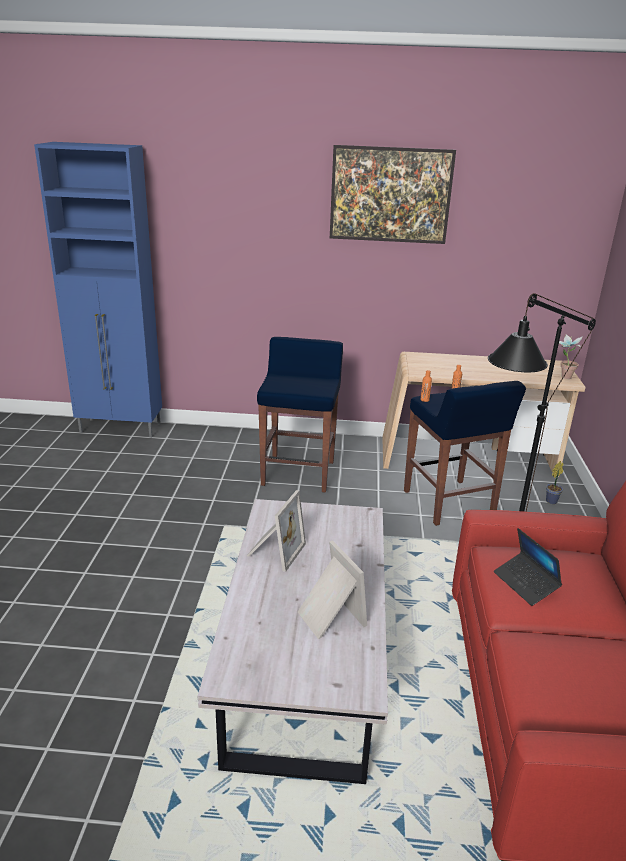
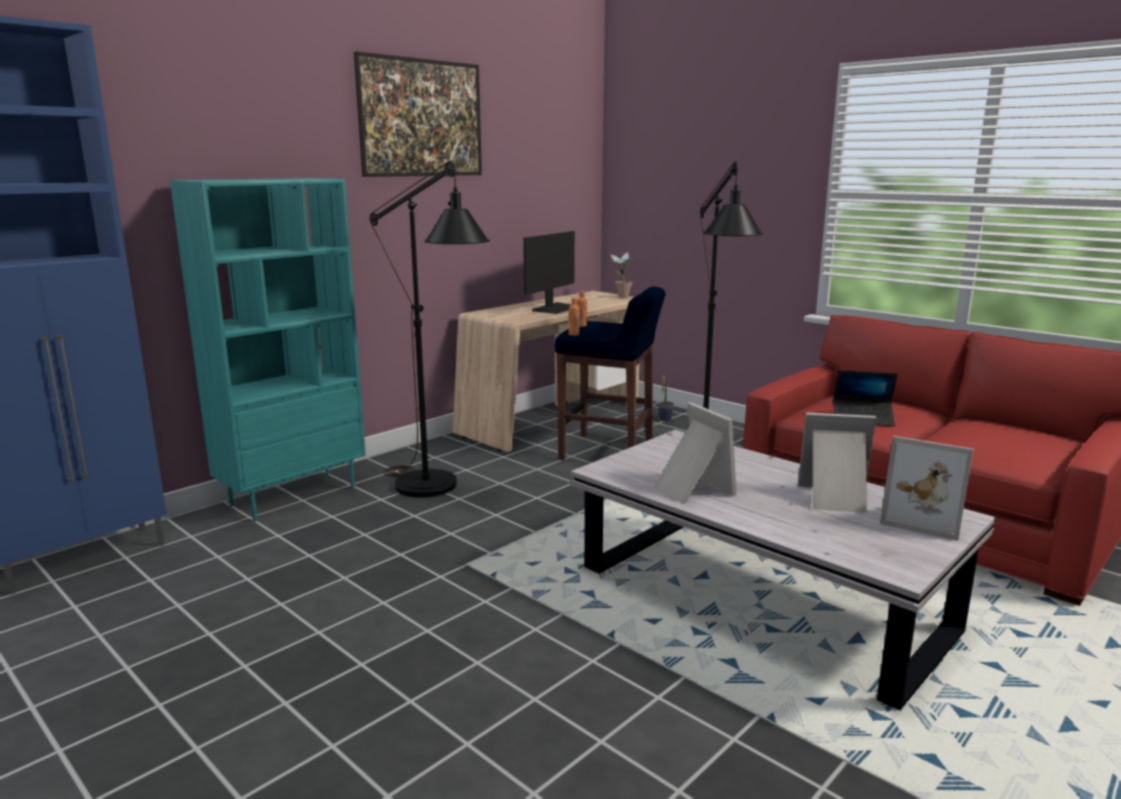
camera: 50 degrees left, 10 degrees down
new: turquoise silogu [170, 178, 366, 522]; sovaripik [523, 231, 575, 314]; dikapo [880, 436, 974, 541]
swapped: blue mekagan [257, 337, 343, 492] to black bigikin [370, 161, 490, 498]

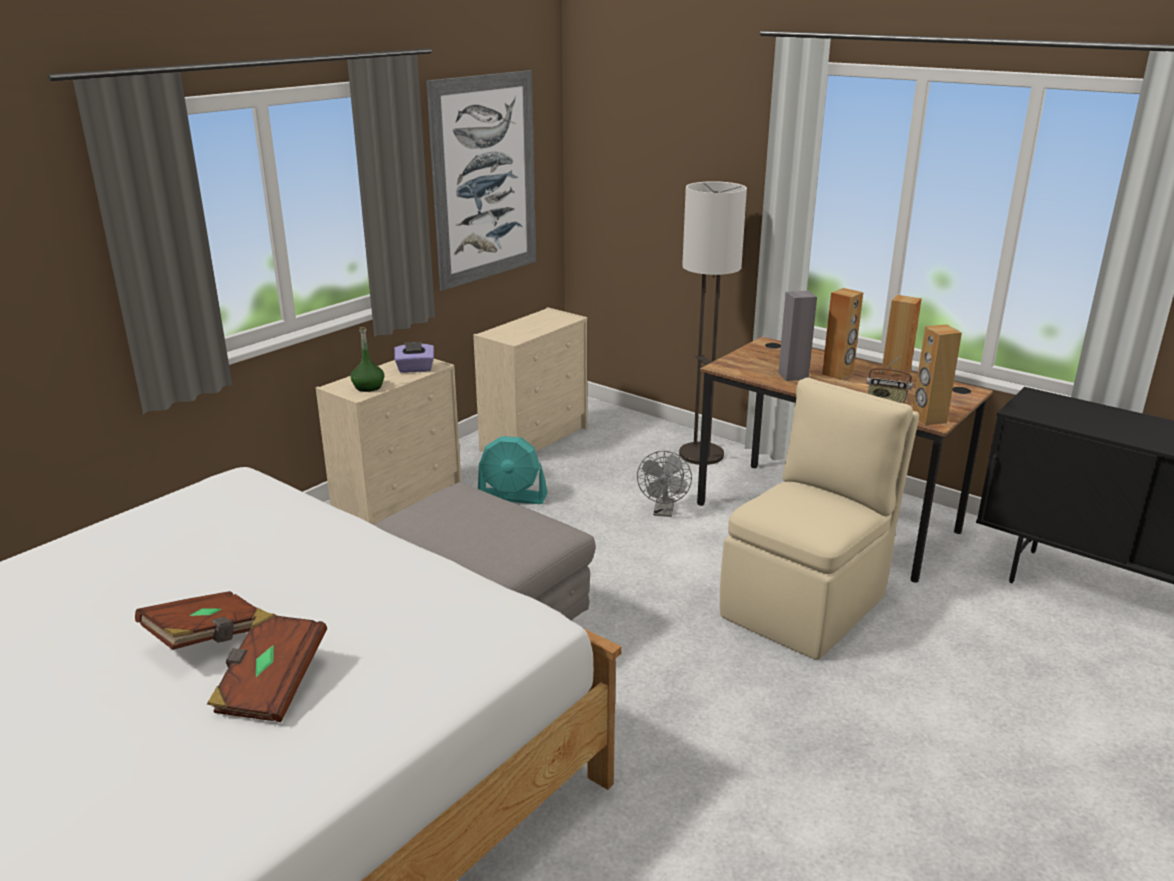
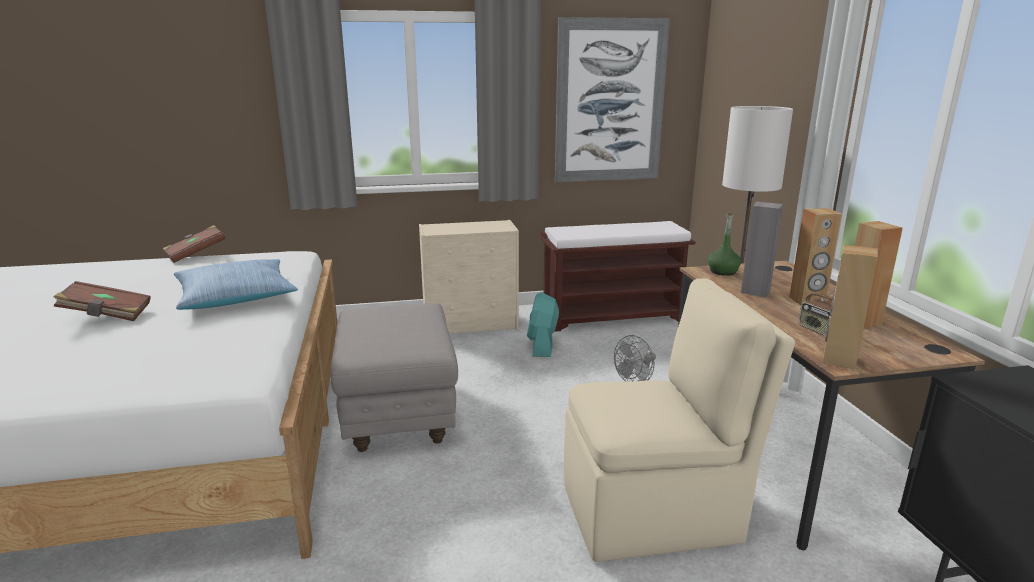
camera: 40 degrees right, 5 degrees down
gone: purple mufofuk [394, 342, 434, 373]
new: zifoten [174, 259, 298, 310]
shifted: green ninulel [351, 327, 385, 392] to [708, 213, 741, 276]; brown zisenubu [207, 611, 327, 722] to [163, 225, 226, 263]
swapped: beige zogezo [473, 307, 587, 452] to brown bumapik [540, 221, 696, 332]
rotated: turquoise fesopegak [478, 436, 548, 504] = [527, 292, 559, 357] 45 degrees clockwise

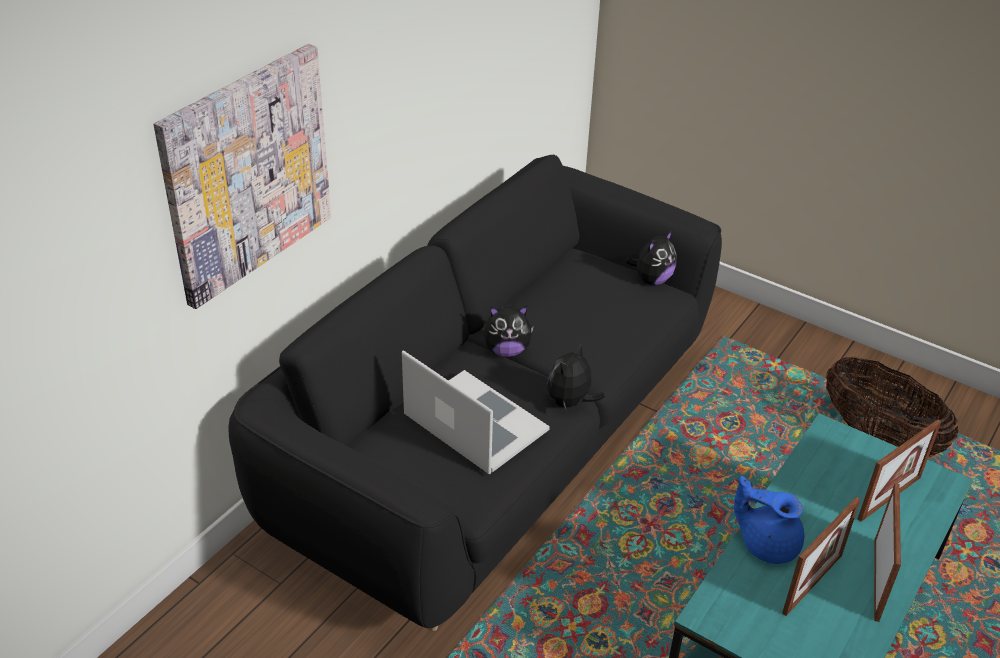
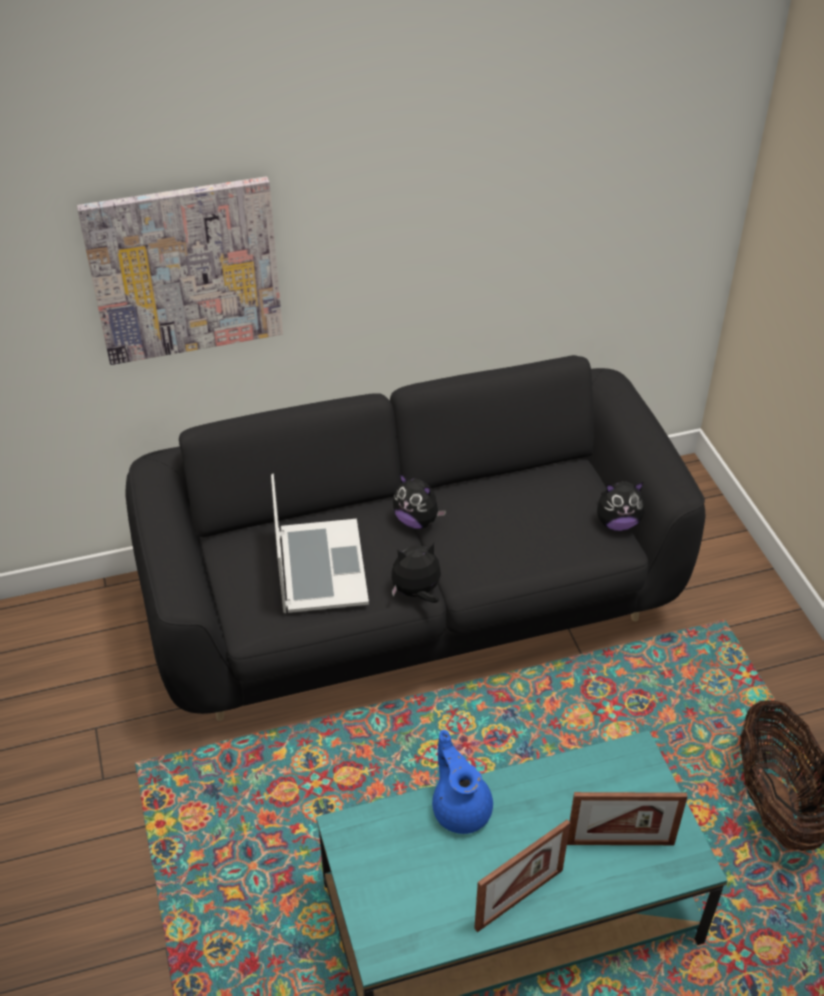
camera: 40 degrees right, 5 degrees up
gone: dikapo [782, 496, 861, 616]

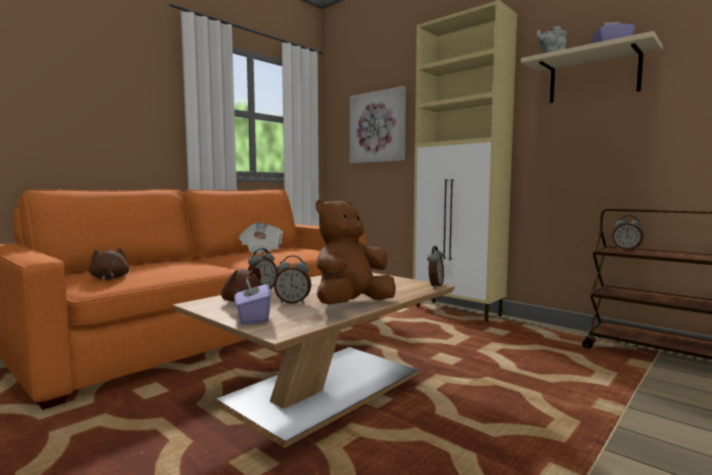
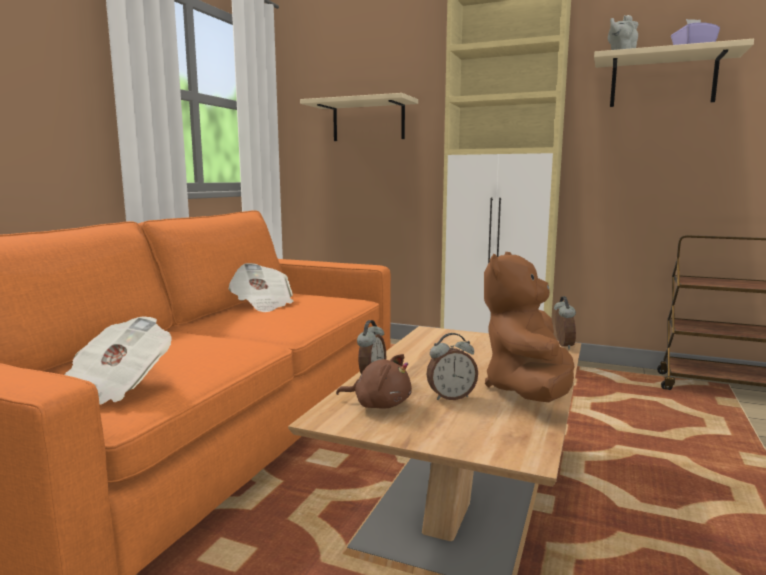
camera: 20 degrees left, 5 degrees up
gone: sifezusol [612, 215, 644, 250]; purple mufofuk [235, 278, 271, 324]
swapped: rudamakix [350, 86, 406, 163] to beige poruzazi [300, 93, 418, 141]; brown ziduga [89, 247, 129, 281] to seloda [64, 316, 172, 405]

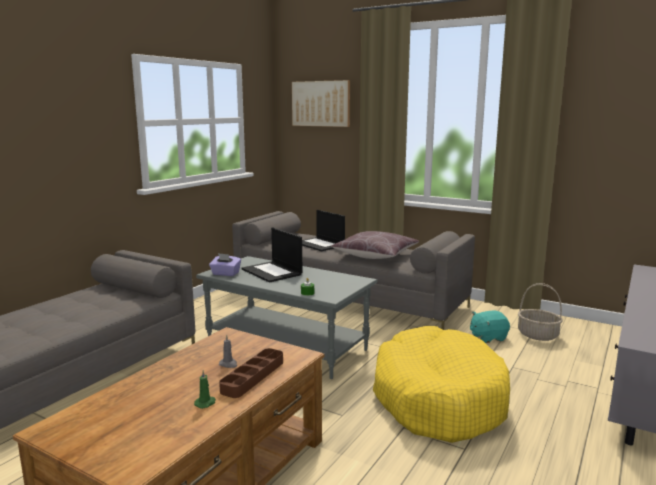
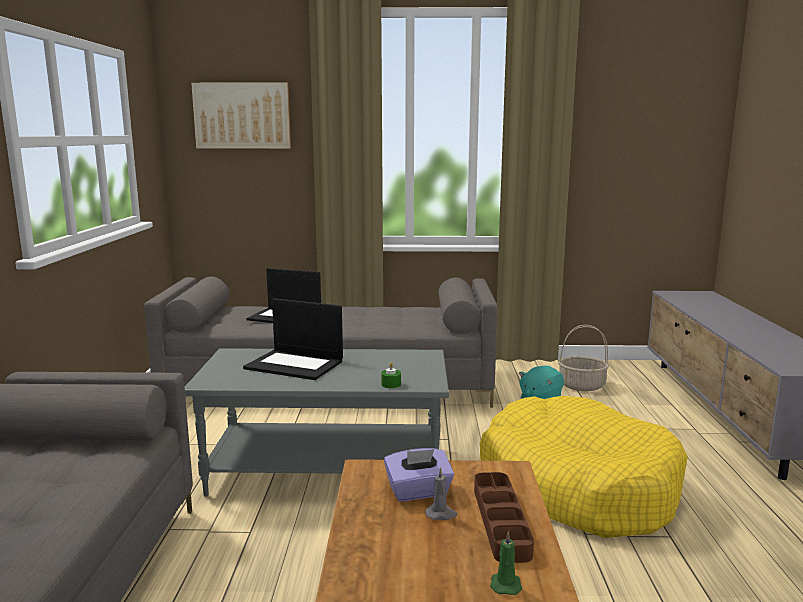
camera: 30 degrees left, 0 degrees up
gone: brown zifoten [331, 231, 419, 259]
shifted: purple mufofuk [209, 253, 241, 276] to [384, 448, 454, 501]

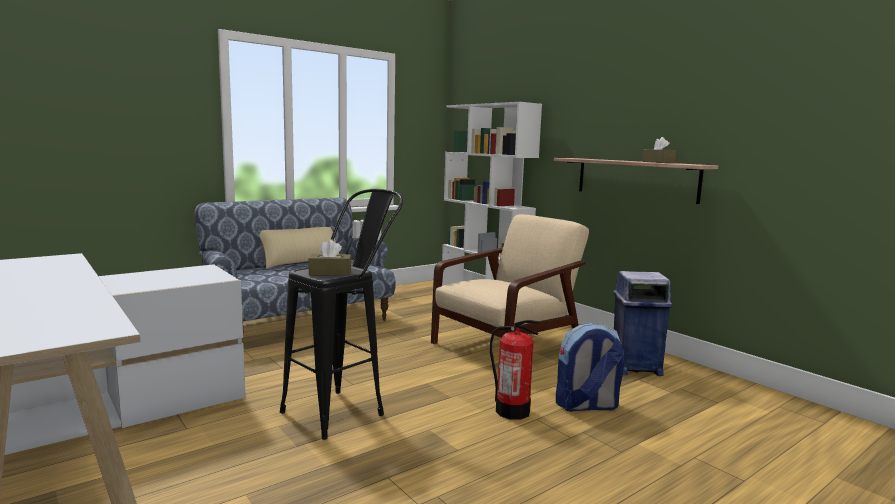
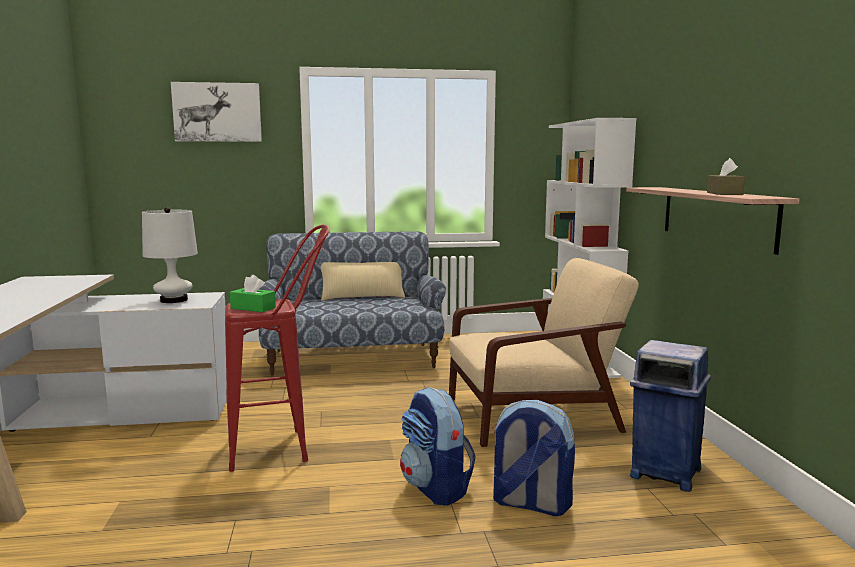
camera: 30 degrees right, 0 degrees up
new: rudamakix [171, 82, 262, 142]; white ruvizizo [142, 207, 198, 303]
swapped: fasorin [490, 320, 540, 420] to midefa [400, 387, 476, 506]
repainted: black mekagan [280, 189, 403, 440] to red mekagan [225, 224, 330, 472]; brown mufofuk [308, 239, 352, 276] to green mufofuk [230, 275, 276, 312]

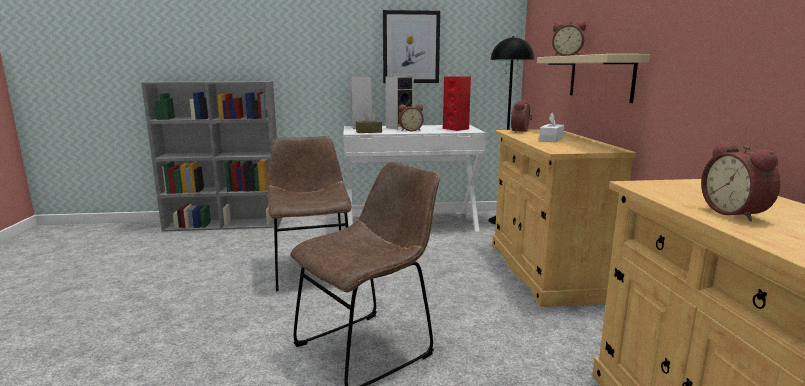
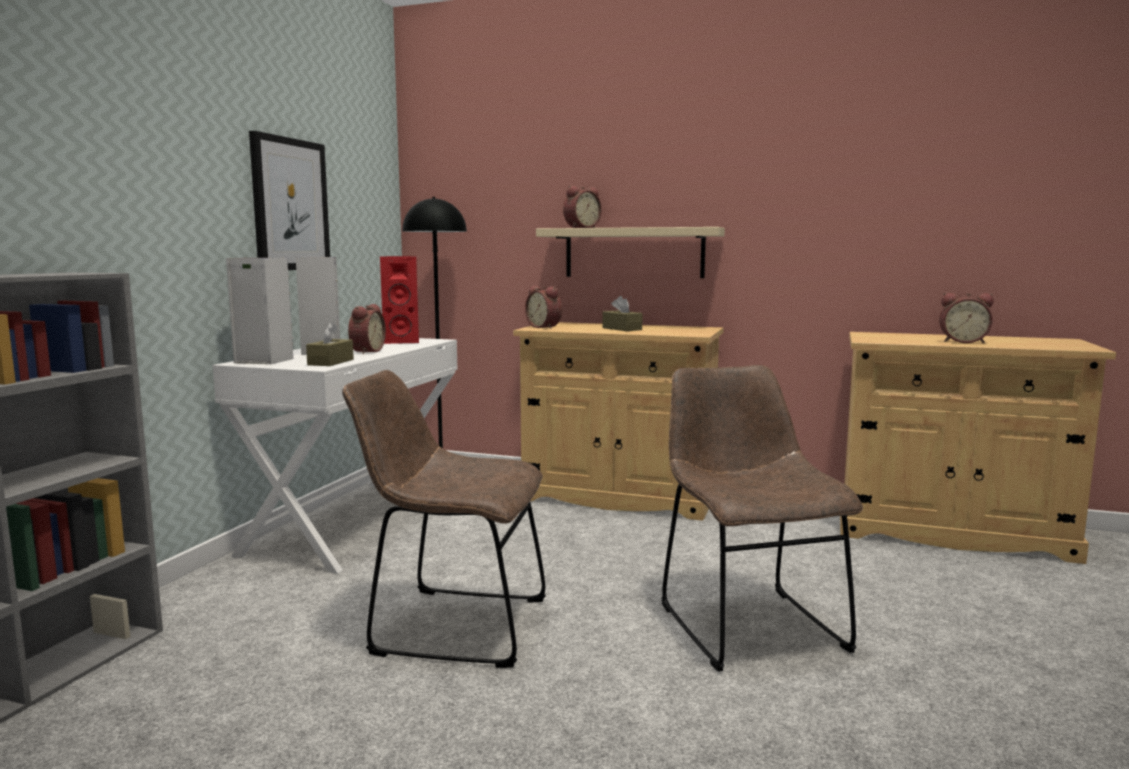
camera: 65 degrees left, 5 degrees down
repainted: white mufofuk [539, 113, 564, 142] to brown mufofuk [602, 296, 643, 331]

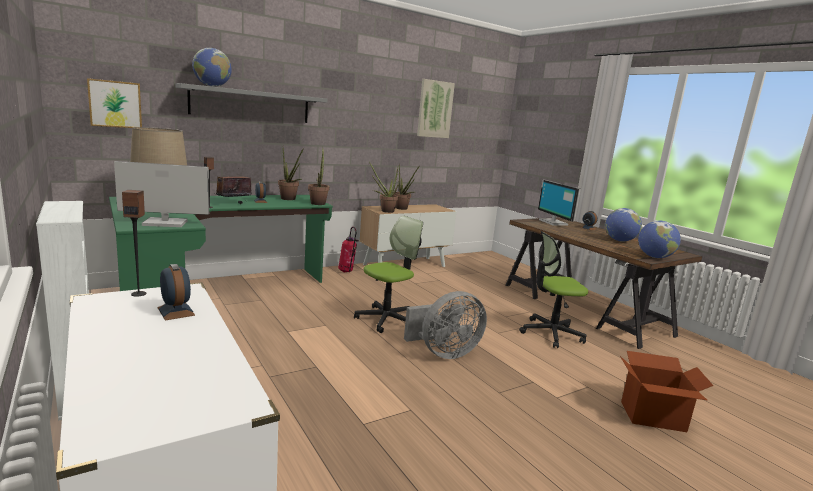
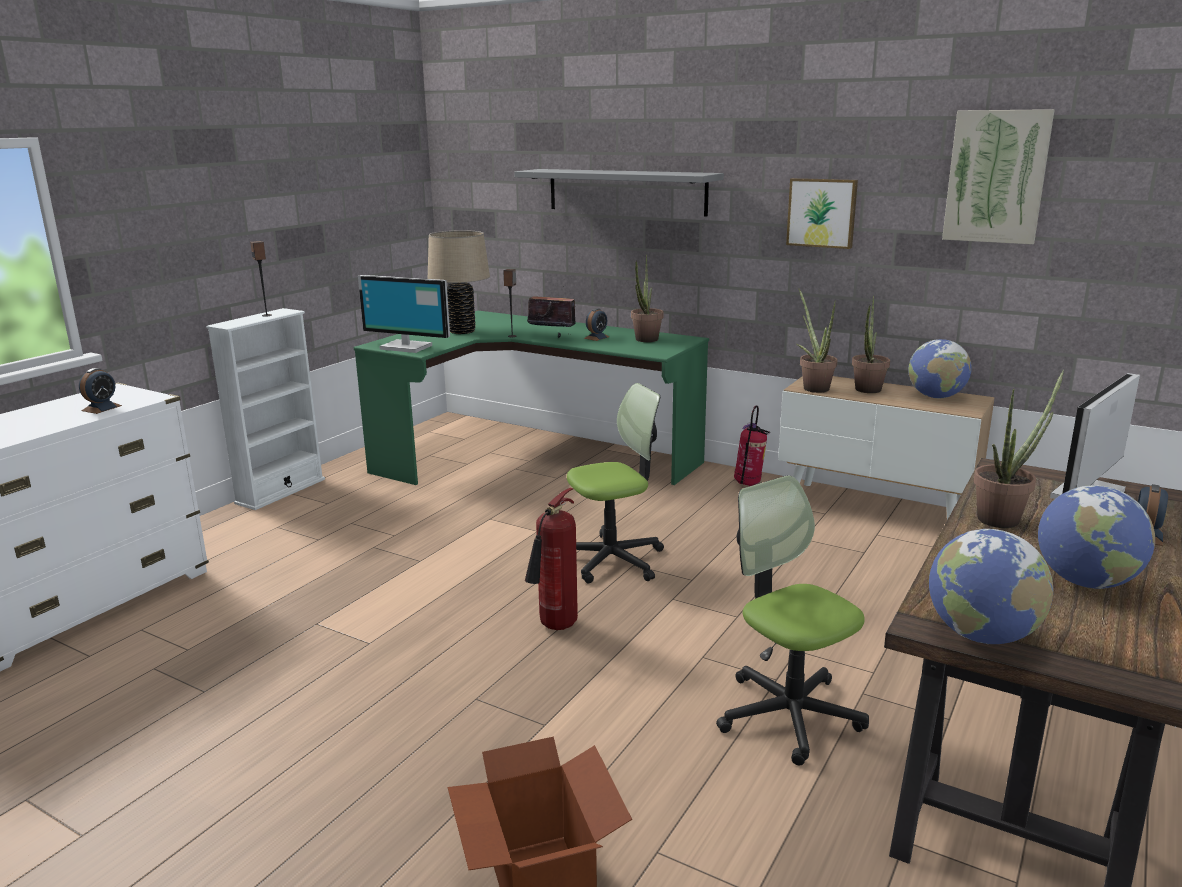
camera: 65 degrees right, 5 degrees up
shifted: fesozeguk [192, 48, 232, 87] to [908, 339, 972, 398]; rudamakix [87, 78, 142, 128] to [786, 178, 858, 249]; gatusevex [308, 147, 330, 205] to [973, 370, 1064, 528]; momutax [122, 190, 147, 297] to [250, 241, 272, 317]
swapped: grey fesopegak [404, 291, 487, 359] to fasorin [525, 488, 578, 630]
rotated: sovaripik [114, 161, 209, 227] = [358, 275, 450, 353] 150 degrees clockwise; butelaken [354, 216, 423, 333] = [567, 383, 664, 583] 45 degrees counterclockwise

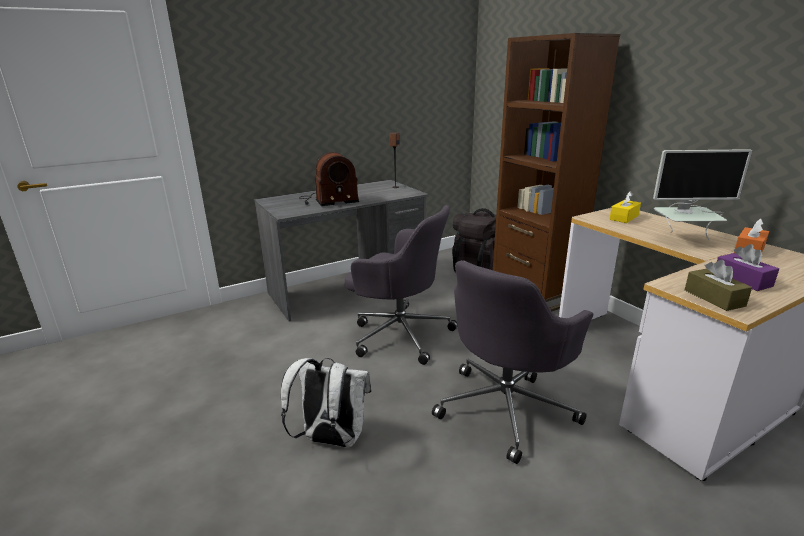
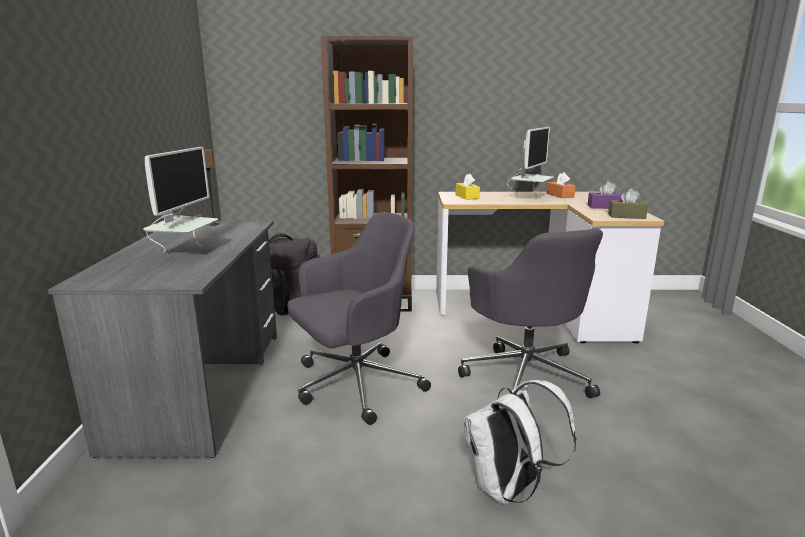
camera: 60 degrees left, 5 degrees down
swapped: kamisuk [299, 152, 359, 206] to sovaripik [143, 147, 218, 252]

